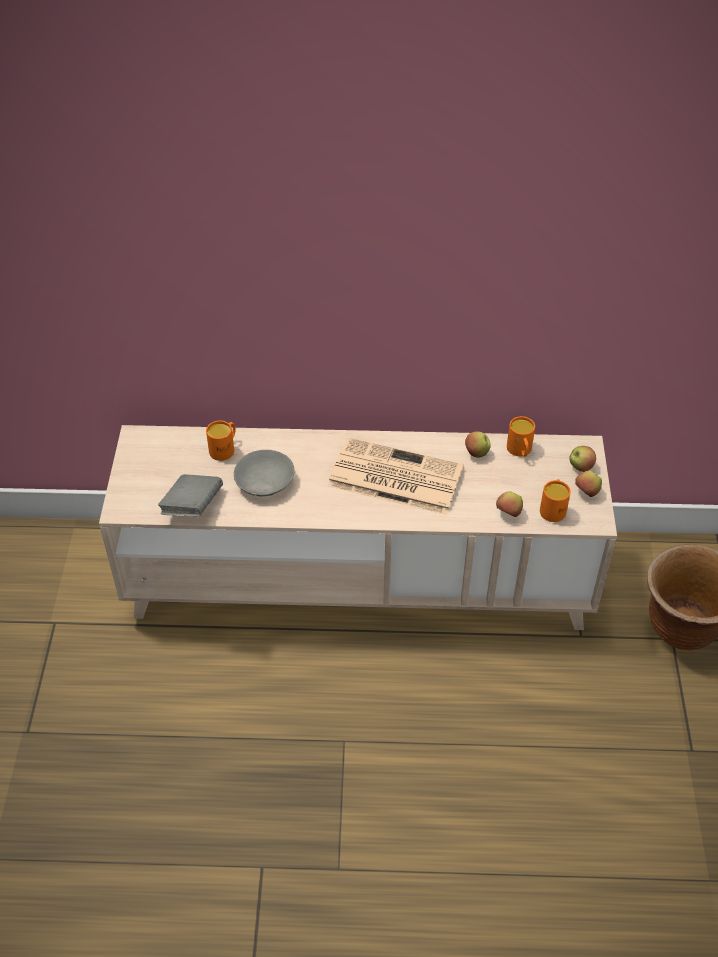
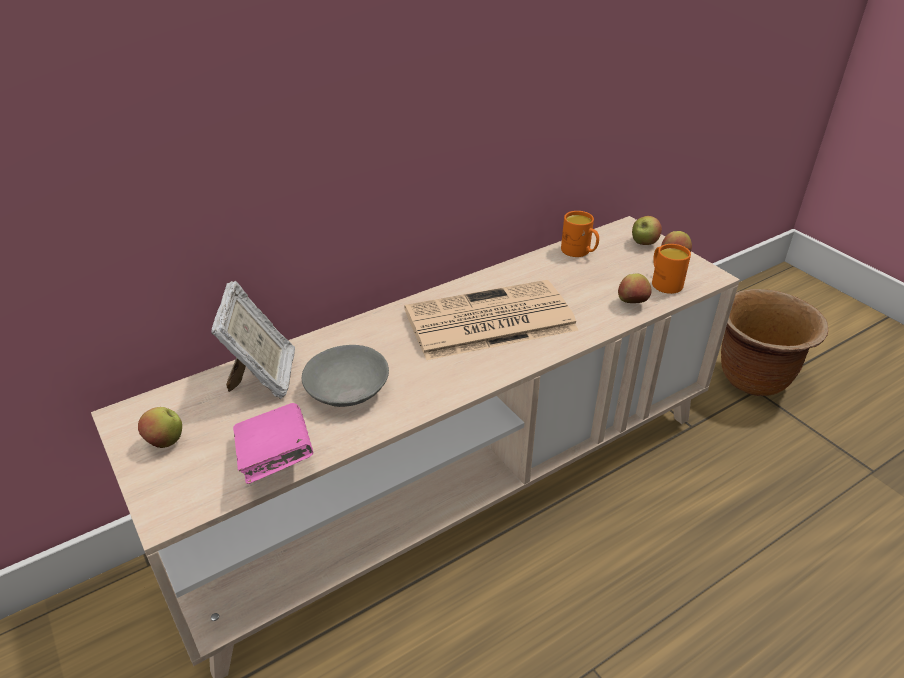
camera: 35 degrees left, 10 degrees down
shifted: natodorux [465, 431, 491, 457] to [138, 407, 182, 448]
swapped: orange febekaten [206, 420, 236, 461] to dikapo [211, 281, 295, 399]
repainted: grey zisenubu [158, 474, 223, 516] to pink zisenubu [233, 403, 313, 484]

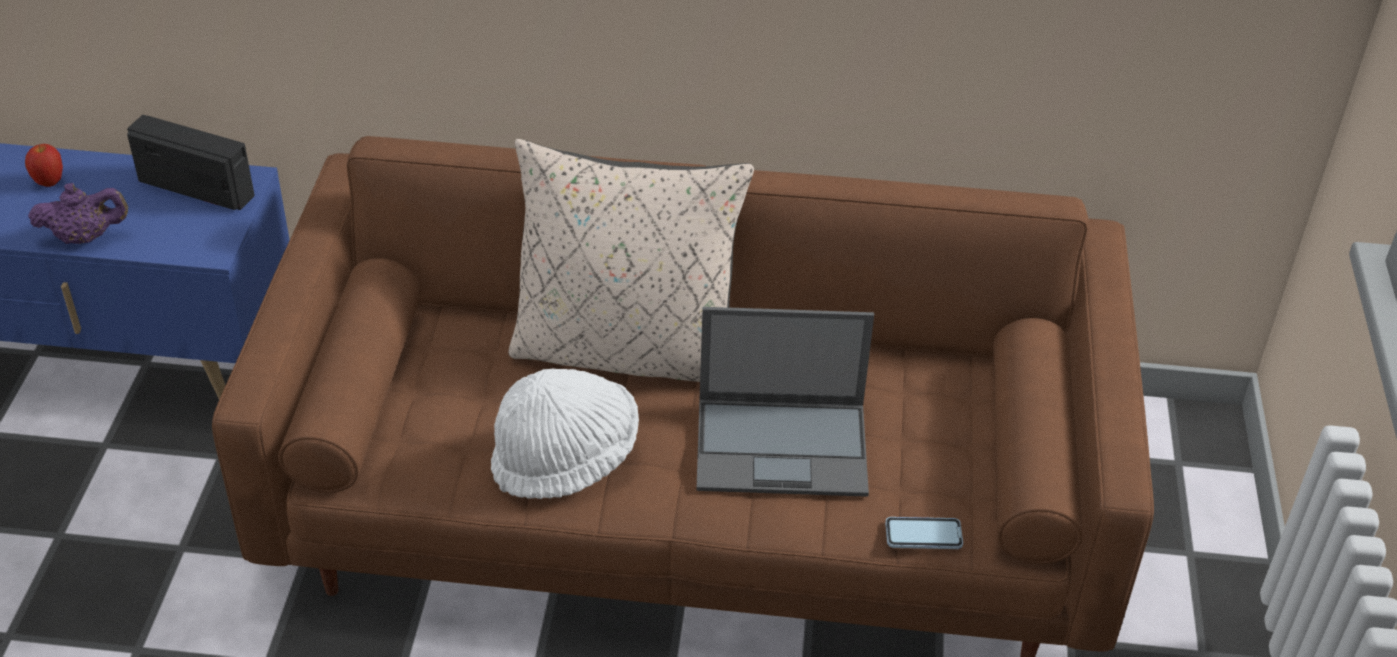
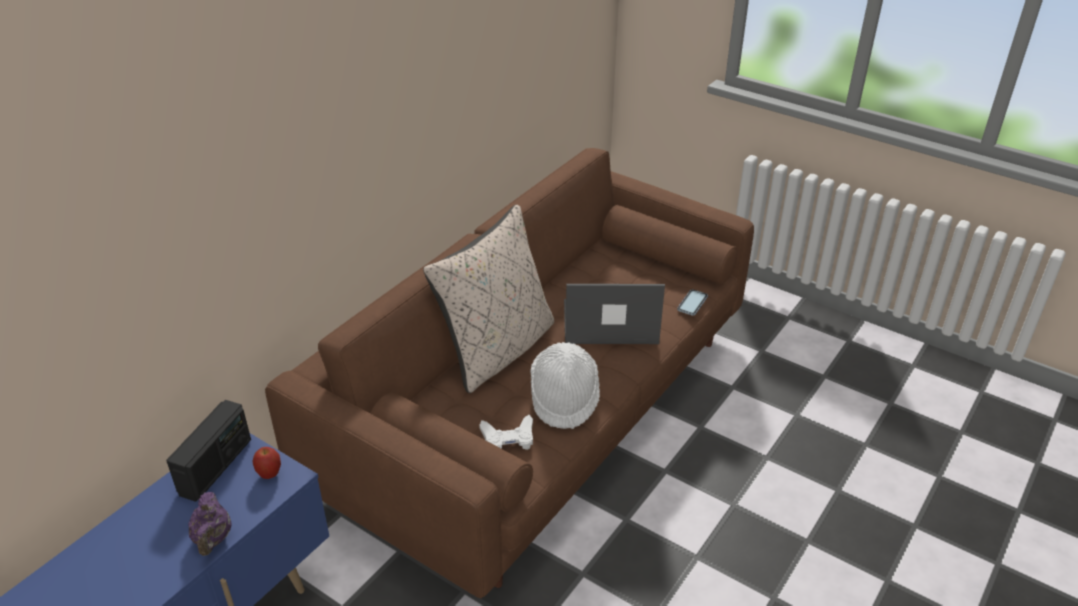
camera: 60 degrees left, 5 degrees down
new: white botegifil [479, 415, 533, 450]
shifted: natodorux [25, 144, 63, 187] to [252, 447, 281, 479]
rotated: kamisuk [127, 115, 255, 210] = [166, 400, 251, 502] 150 degrees clockwise; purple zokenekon [28, 183, 128, 244] = [188, 491, 232, 556] 150 degrees clockwise; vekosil [696, 307, 874, 497] = [564, 284, 665, 344] 120 degrees counterclockwise

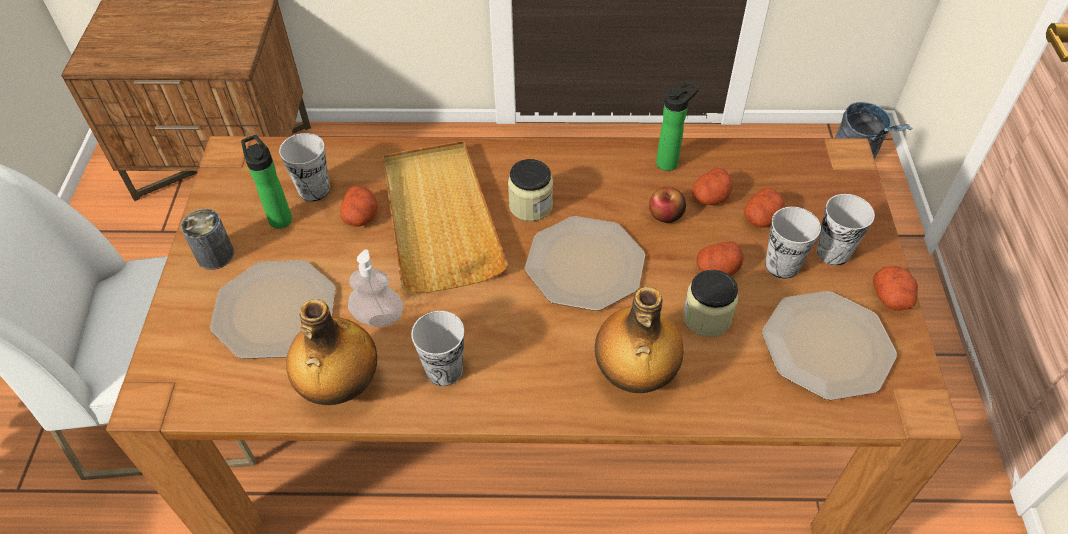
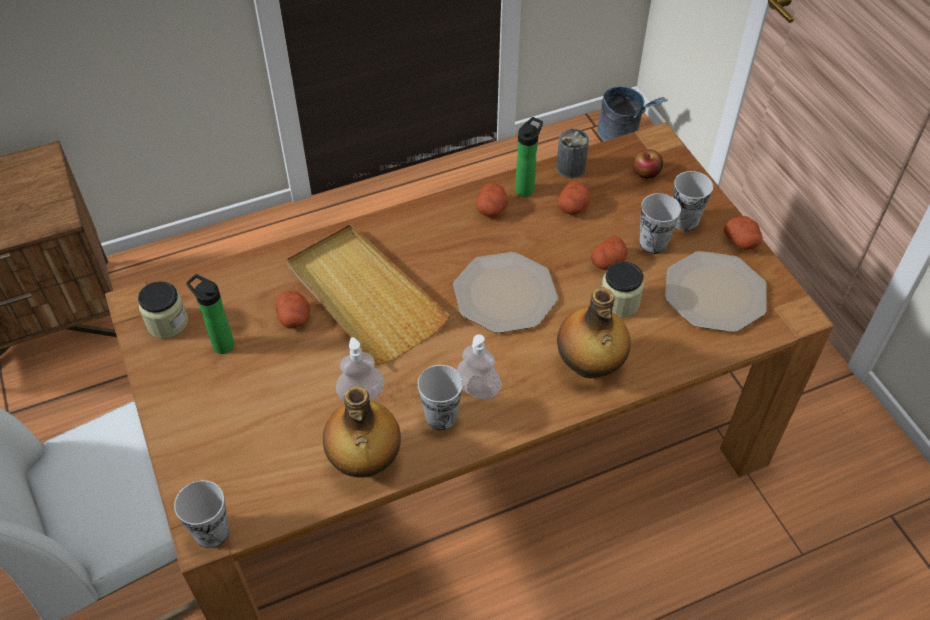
camera: 25 degrees left, 0 degrees up
gone: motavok [210, 260, 336, 359]
new: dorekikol [457, 334, 501, 399]
shifted: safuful [279, 133, 330, 202] to [174, 480, 229, 548]; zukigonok [508, 159, 553, 221] to [138, 281, 188, 338]; natodorux [649, 187, 686, 223] to [633, 149, 663, 178]; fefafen [744, 188, 785, 228] to [476, 183, 508, 217]; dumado [181, 209, 234, 270] to [556, 129, 589, 178]

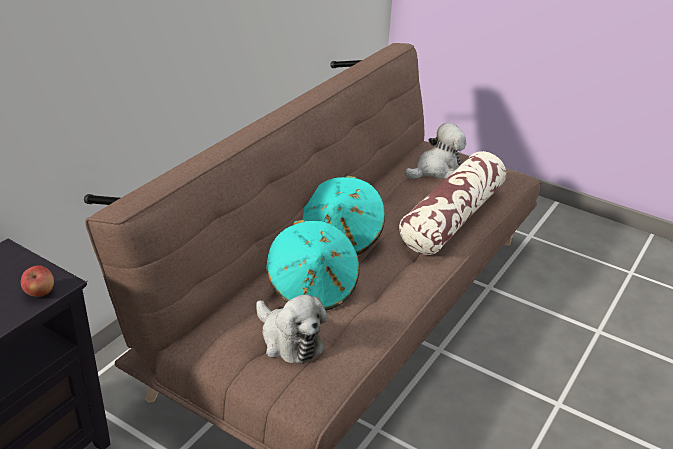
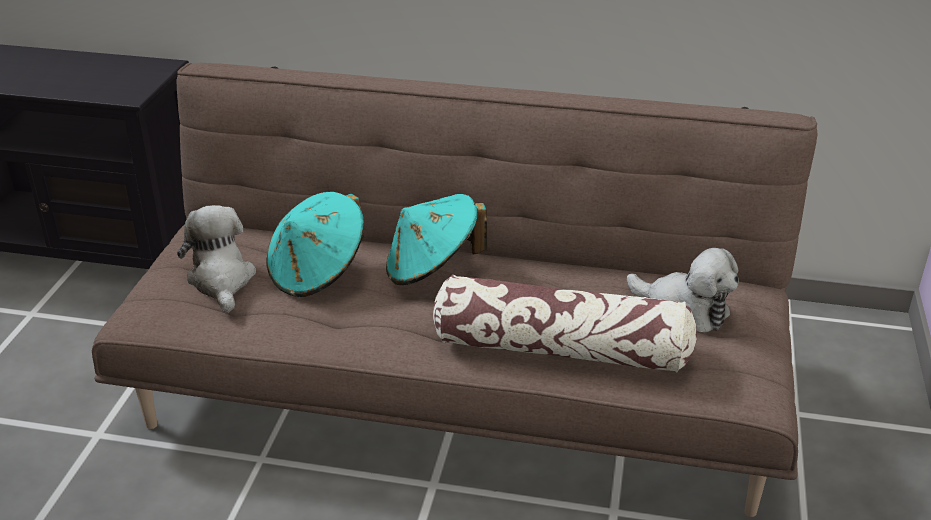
camera: 70 degrees right, 0 degrees up
gone: natodorux [21, 265, 54, 297]
rotated: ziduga [256, 295, 327, 364] = [177, 205, 256, 313] 135 degrees clockwise

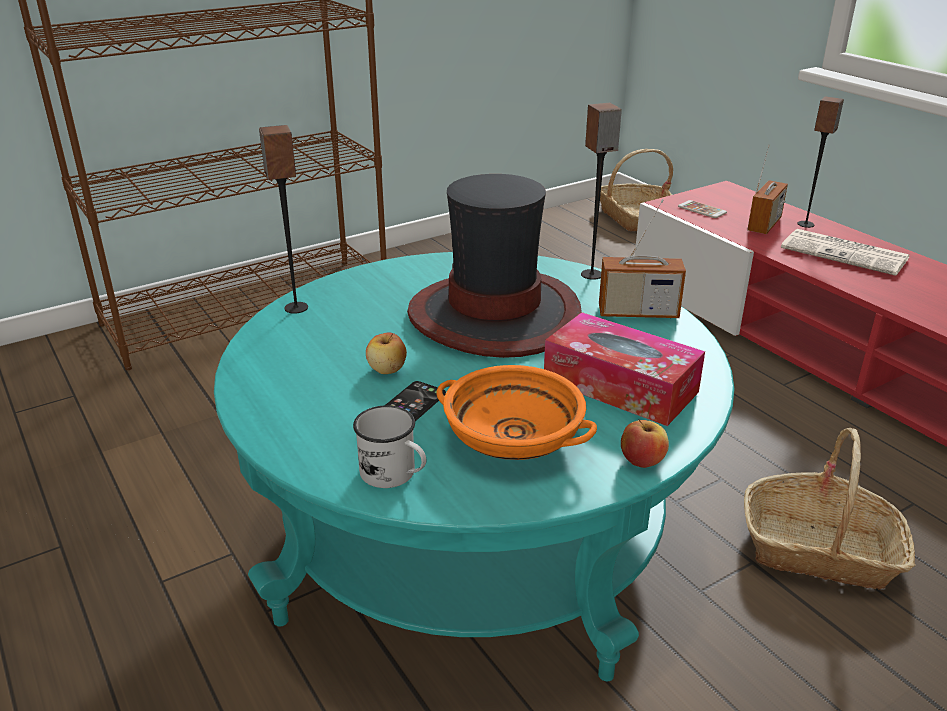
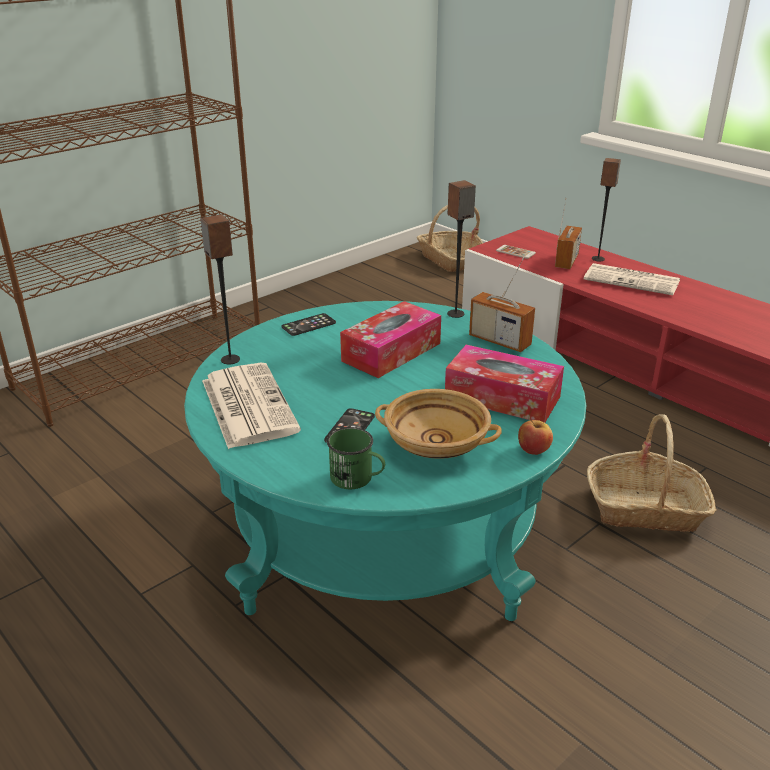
camera: 10 degrees left, 0 degrees up
gone: natodorux [366, 333, 407, 374]
new: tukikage [282, 313, 336, 336]; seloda [202, 363, 301, 449]
swapped: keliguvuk [407, 174, 582, 358] to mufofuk [340, 301, 441, 378]
repainted: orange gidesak [436, 365, 597, 460] to beige gidesak [375, 389, 502, 459]; white febekaten [353, 405, 426, 488] to green febekaten [327, 427, 385, 489]
rotated: kamisuk [599, 199, 686, 318] = [469, 257, 535, 352] 45 degrees clockwise

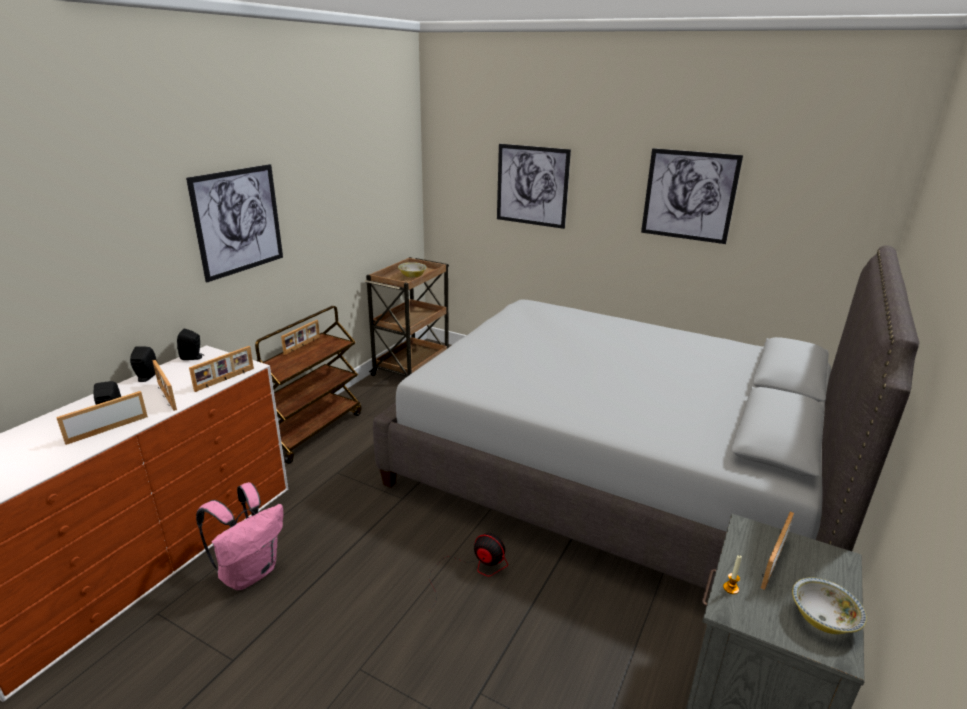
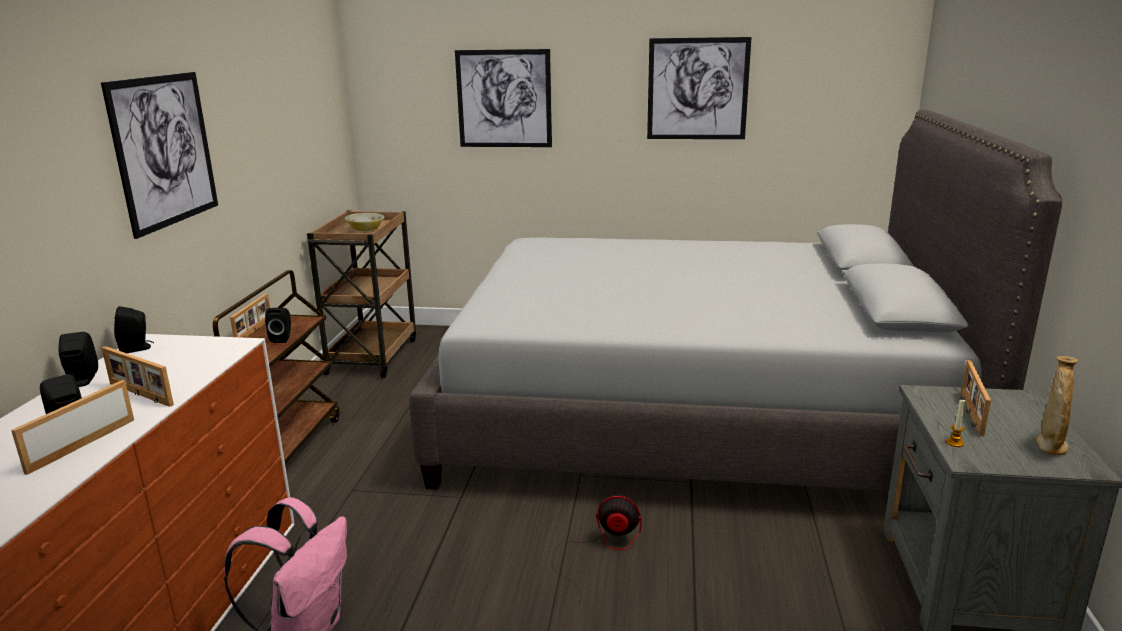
camera: 20 degrees left, 5 degrees down
gone: dikapo [189, 346, 254, 392]
new: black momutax [265, 308, 291, 343]
swapped: gidesak [792, 577, 867, 634] to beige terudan [1036, 356, 1079, 456]

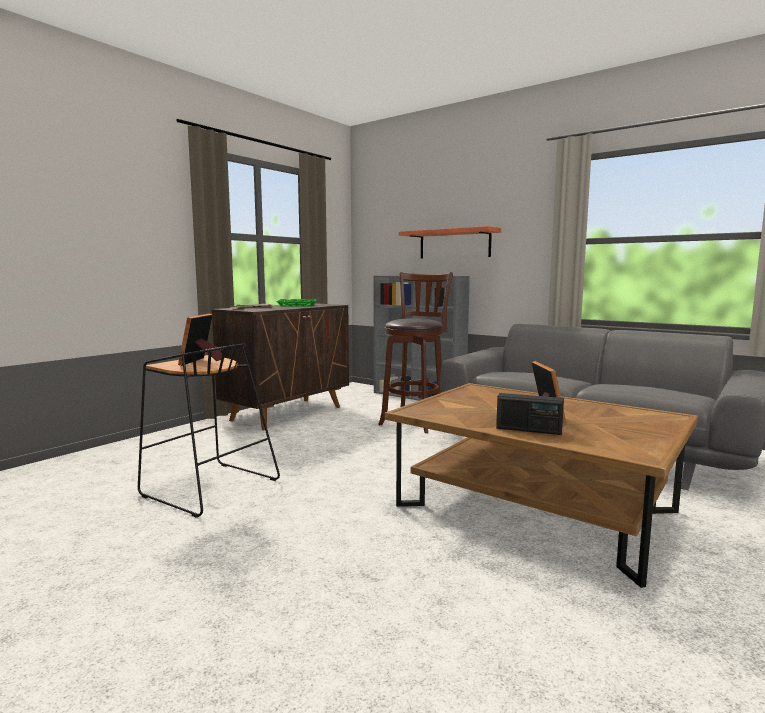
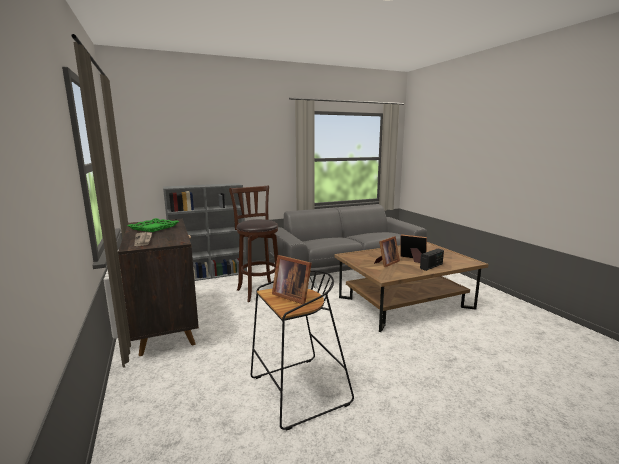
camera: 60 degrees left, 5 degrees up
gone: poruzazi [399, 226, 501, 258]
new: dikapo [374, 236, 400, 267]

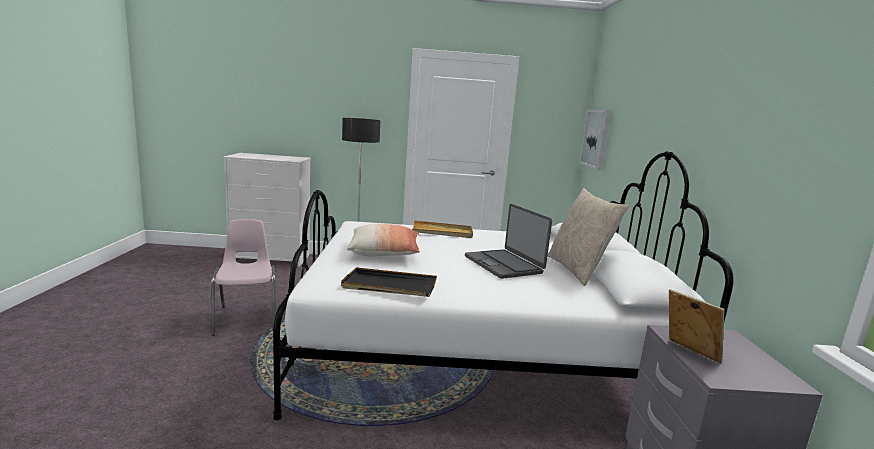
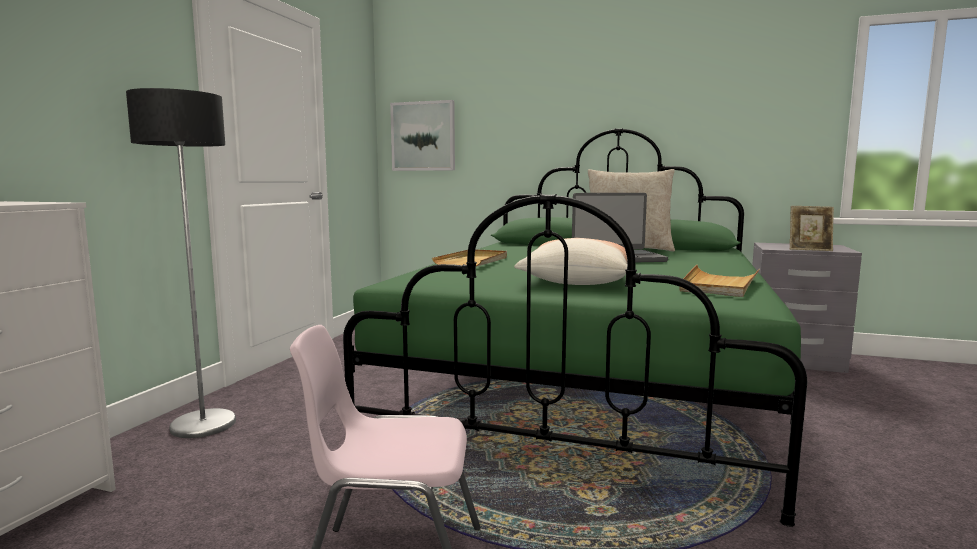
camera: 70 degrees left, 5 degrees down
repainted: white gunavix [273, 151, 734, 421] to green gunavix [343, 128, 807, 527]; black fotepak [341, 267, 437, 297] to beige fotepak [680, 265, 760, 297]
rotated: dikapo [669, 289, 725, 364] = [790, 206, 834, 251] 150 degrees counterclockwise

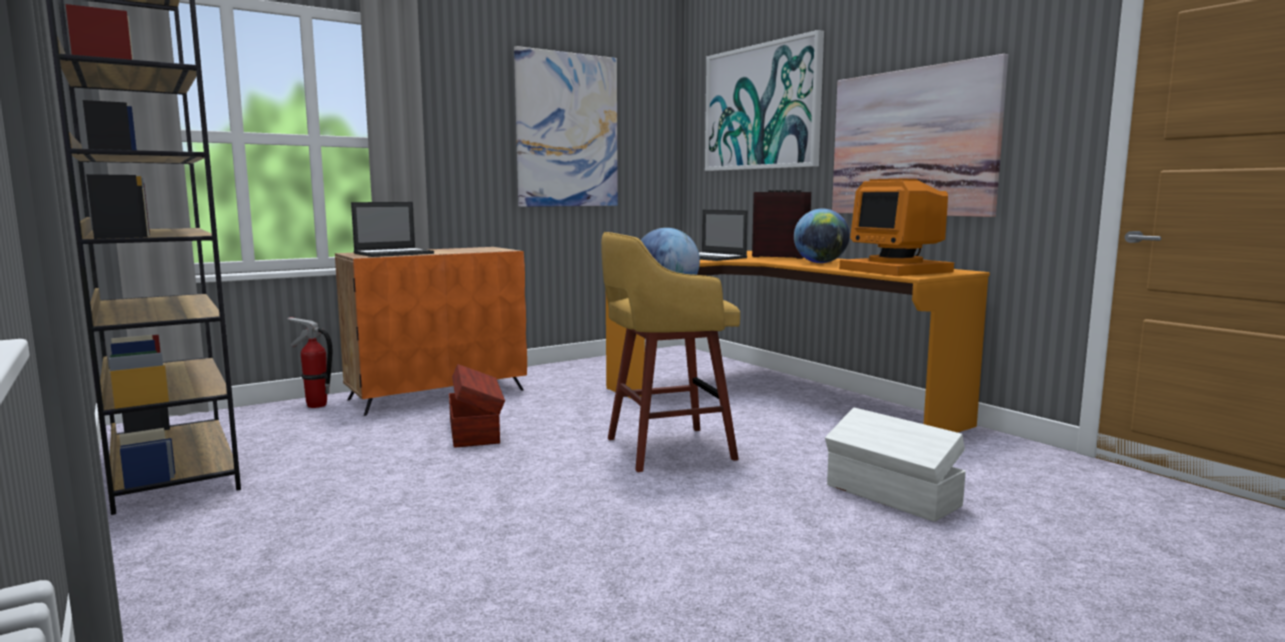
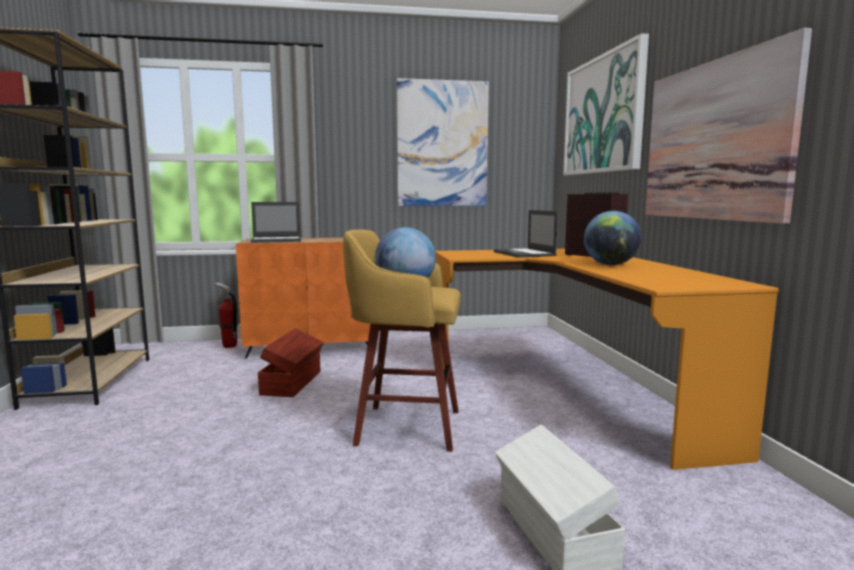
camera: 25 degrees right, 0 degrees up
gone: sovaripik [839, 179, 954, 276]

